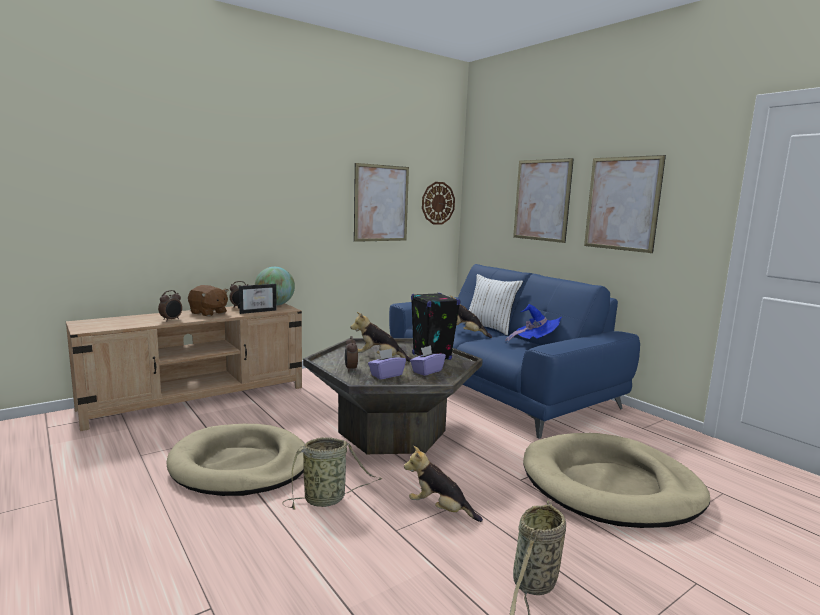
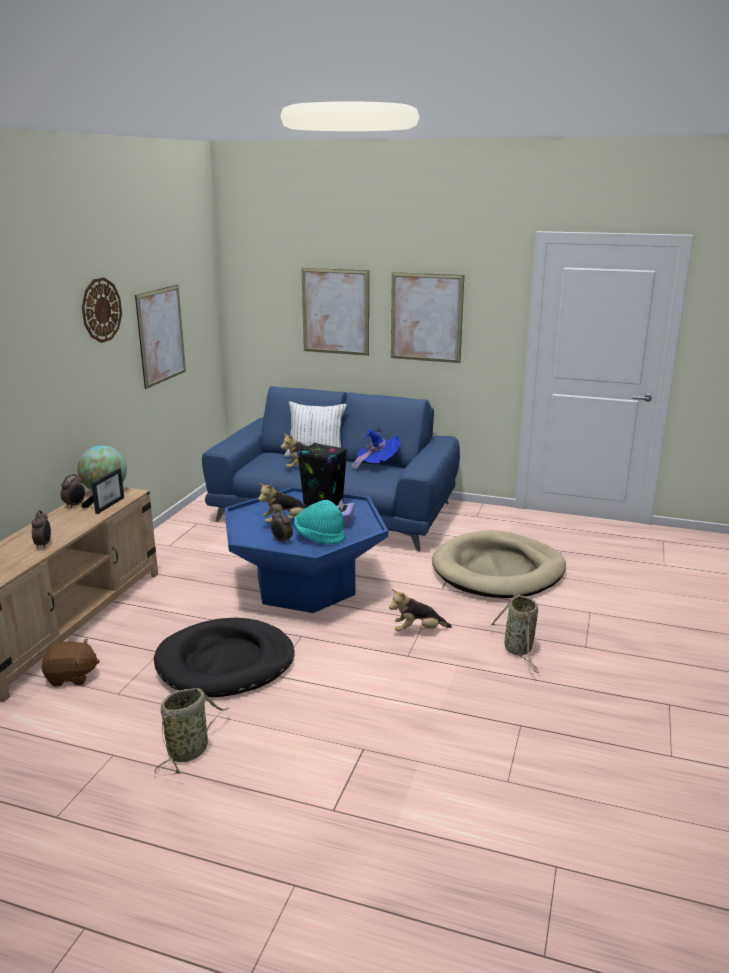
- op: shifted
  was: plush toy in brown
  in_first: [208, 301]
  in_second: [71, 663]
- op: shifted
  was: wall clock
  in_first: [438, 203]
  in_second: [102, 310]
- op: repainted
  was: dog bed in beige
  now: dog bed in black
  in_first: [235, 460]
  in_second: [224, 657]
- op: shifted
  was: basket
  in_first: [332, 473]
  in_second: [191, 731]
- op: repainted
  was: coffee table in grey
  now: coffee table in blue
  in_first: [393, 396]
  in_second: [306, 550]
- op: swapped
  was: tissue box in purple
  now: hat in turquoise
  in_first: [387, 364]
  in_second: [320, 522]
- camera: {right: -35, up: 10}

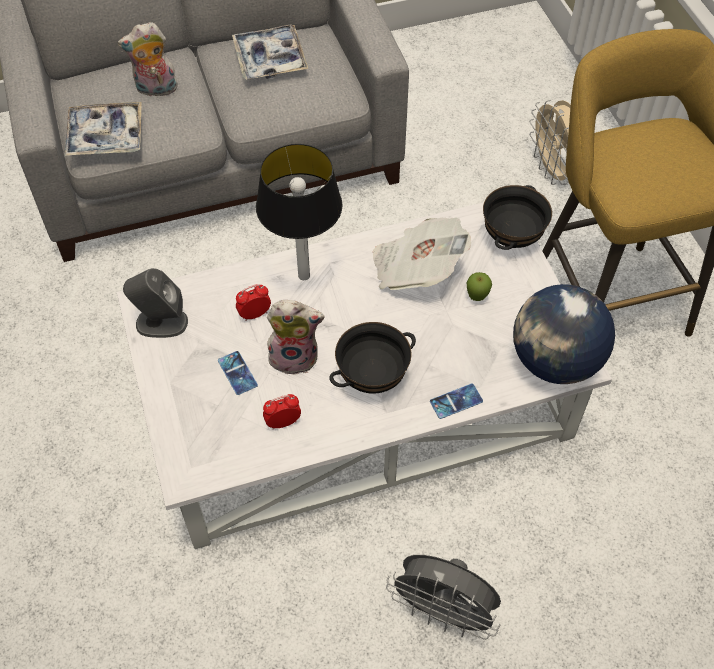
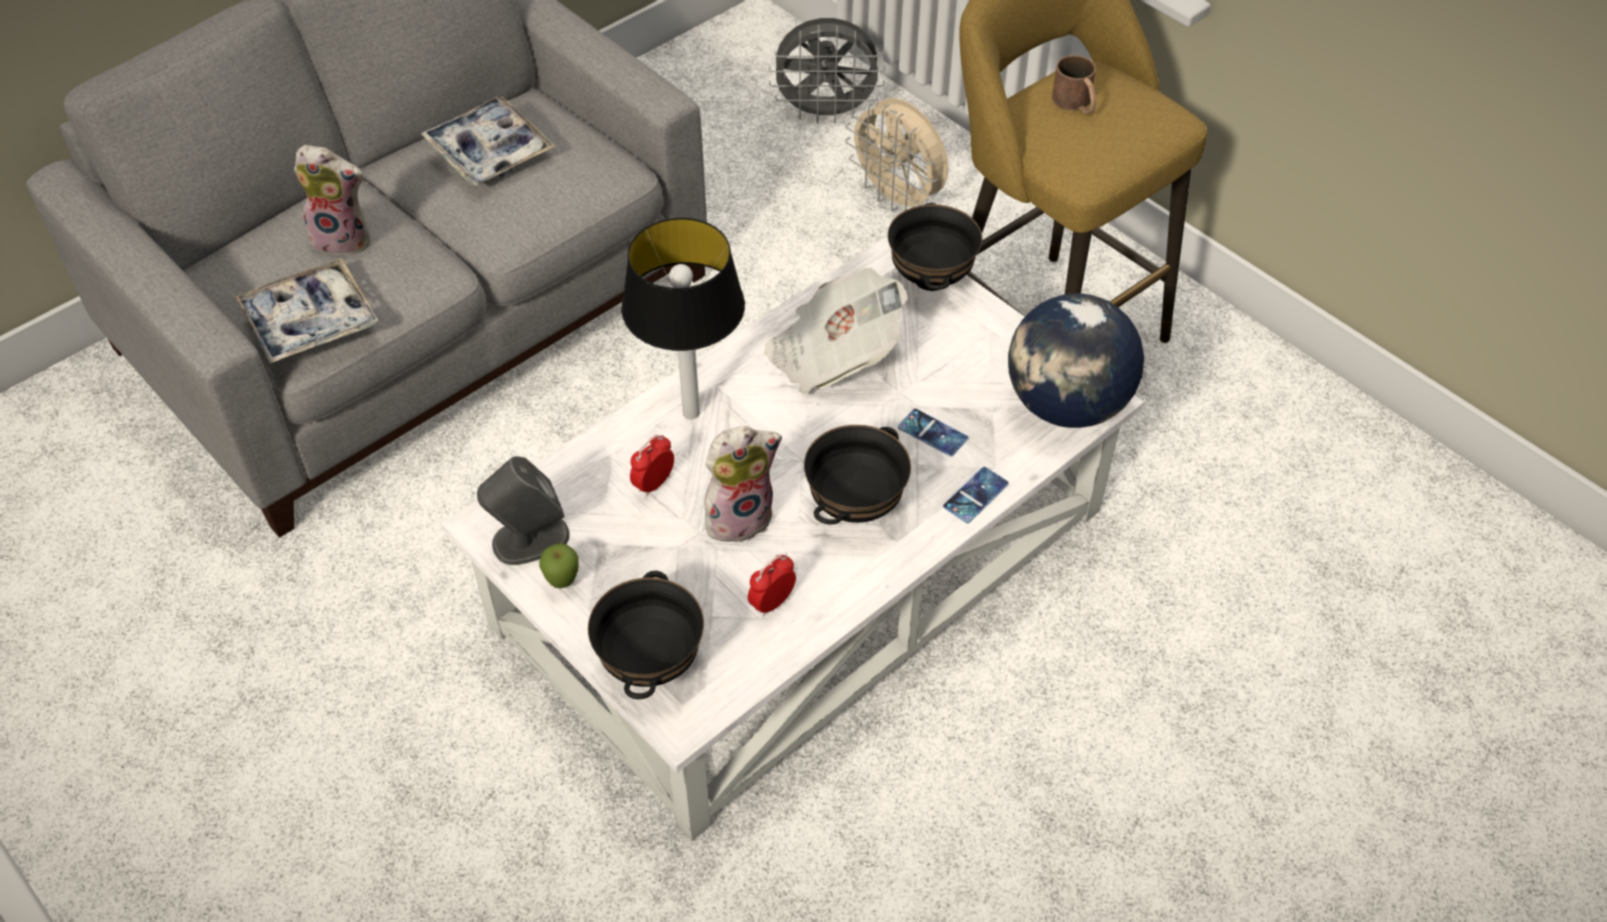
- op: rotated
  was: plush toy
  in_first: [147, 59]
  in_second: [332, 200]
  clockwise: -135
- op: shifted
  was: apple
  in_first: [479, 286]
  in_second: [559, 565]
- op: new
  now: bowl in black
  in_second: [646, 635]
- op: shifted
  was: fan in grey
  in_first: [443, 597]
  in_second: [827, 71]
- op: shifted
  was: phone
  in_first: [238, 373]
  in_second: [933, 432]
- op: new
  now: mug in brown
  in_second: [1074, 84]
- camera: {right: -25, up: -5}

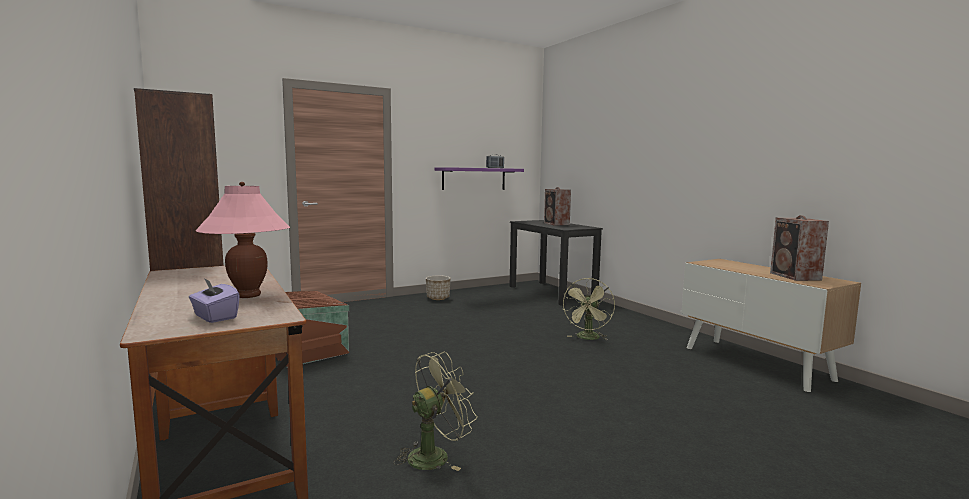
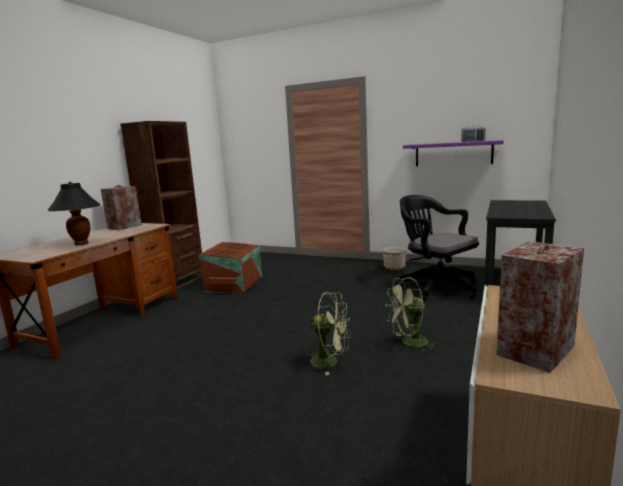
- op: repainted
  was: table lamp in pink
  now: table lamp in black
  in_first: [243, 240]
  in_second: [74, 213]
- op: shifted
  was: speaker
  in_first: [557, 206]
  in_second: [121, 207]
- op: shifted
  was: fan in green
  in_first: [435, 411]
  in_second: [328, 333]
- op: new
  now: office chair in black
  in_second: [439, 247]
- op: gone
  was: tissue box in purple
  in_first: [214, 300]
- camera: {right: 55, up: 5}

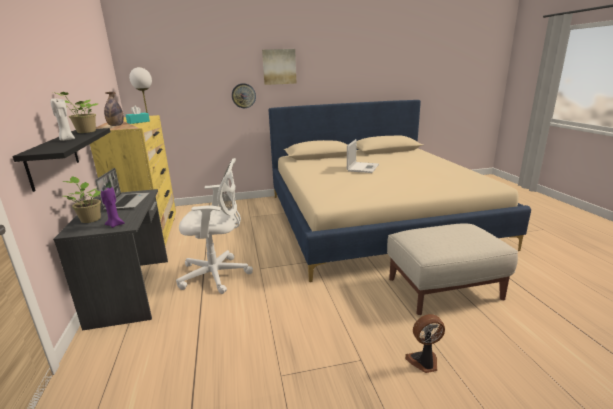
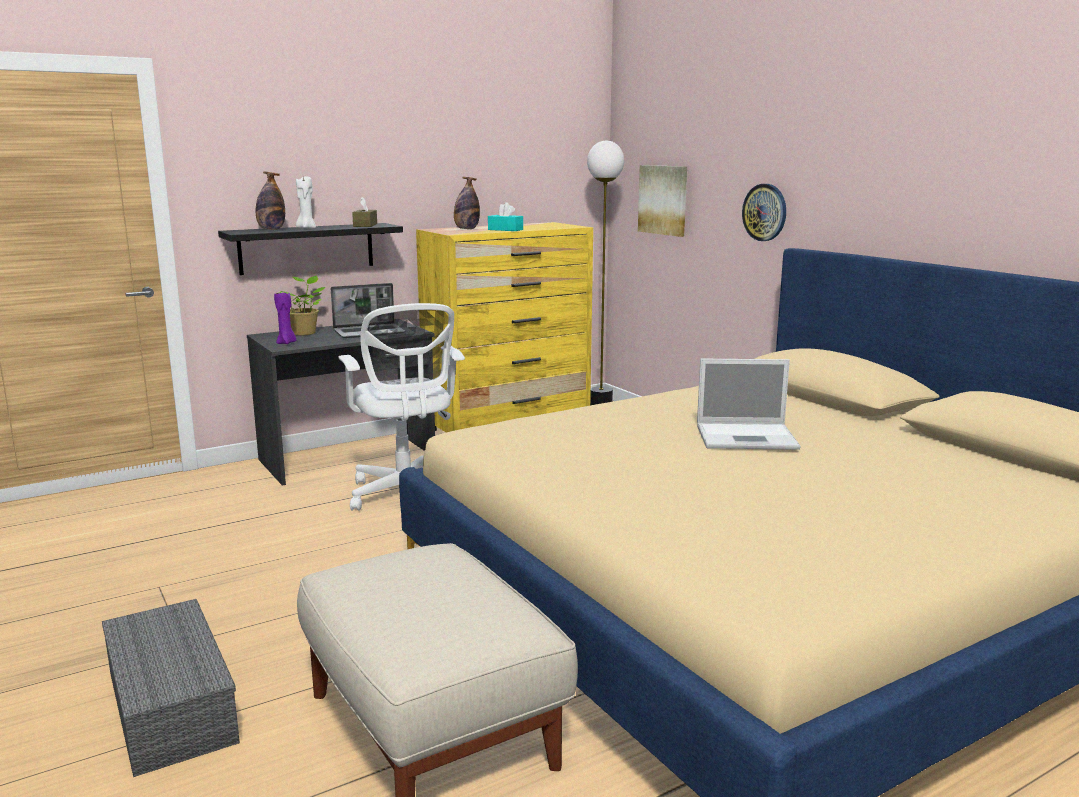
- op: swapped
  was: fan
  now: storage box in grey
  in_first: [425, 343]
  in_second: [171, 688]
- op: new
  now: bottle
  in_second: [270, 200]
- op: swapped
  was: potted plant
  now: tissue box in brown
  in_first: [76, 112]
  in_second: [364, 212]
- op: shifted
  was: picture
  in_first: [279, 67]
  in_second: [662, 201]
- camera: {right: 70, up: -5}

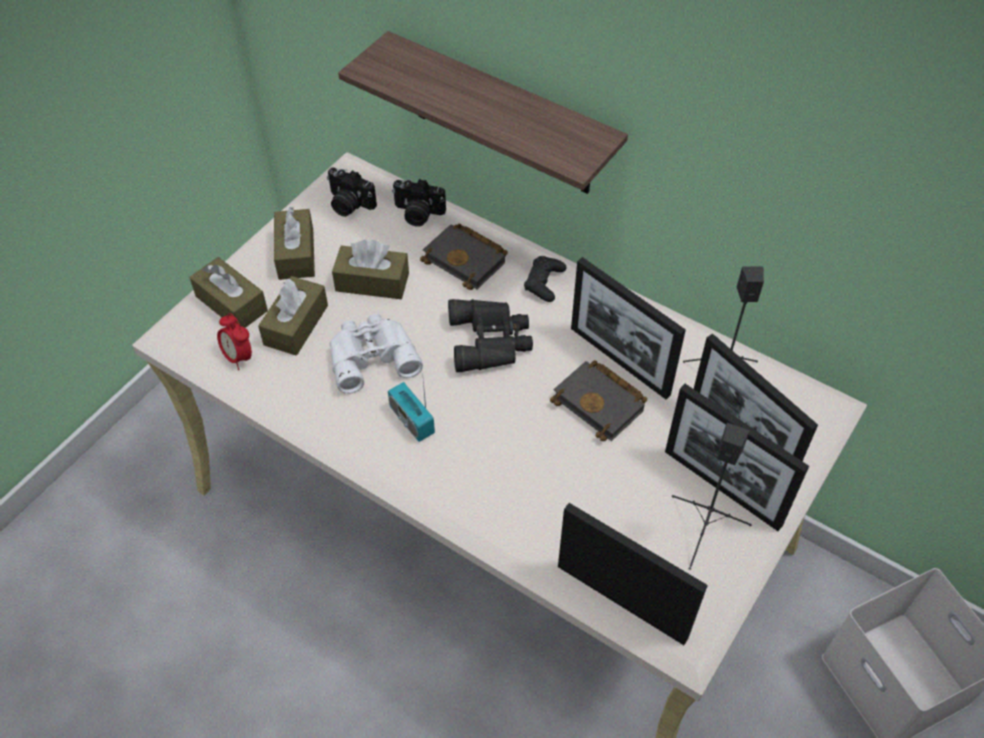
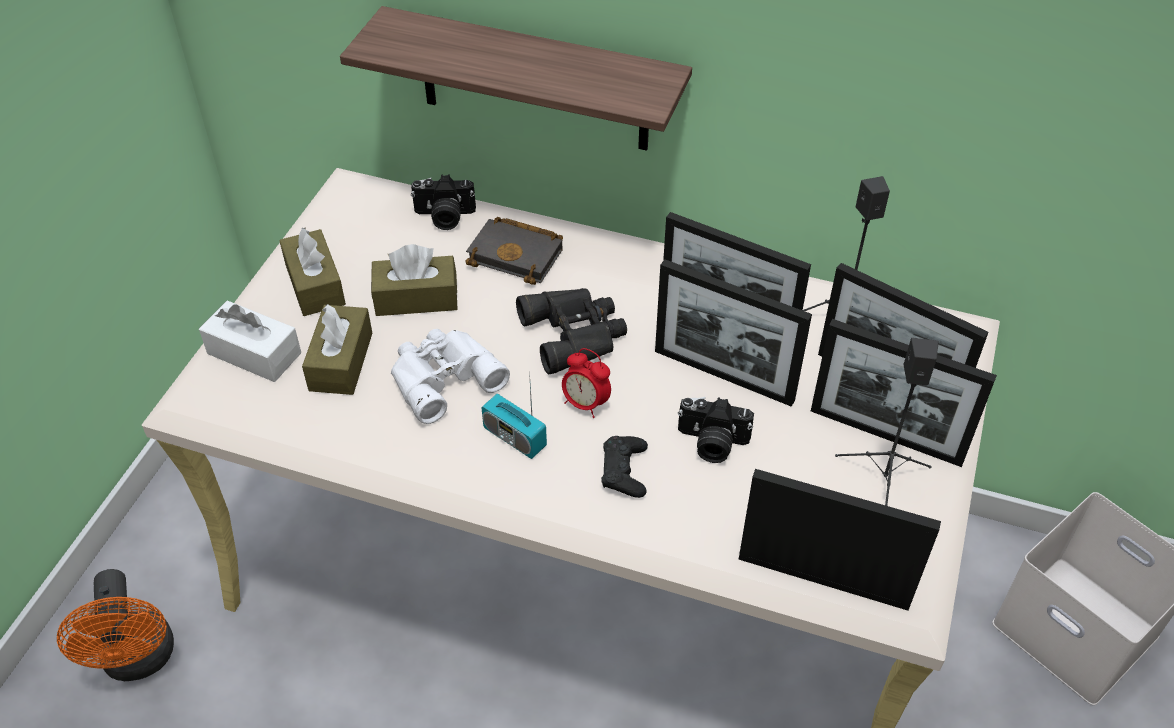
- op: new
  now: fan in orange
  in_second: [115, 625]
- op: repainted
  was: tissue box in brown
  now: tissue box in white
  in_first: [228, 292]
  in_second: [250, 341]
- op: shifted
  was: alarm clock
  in_first: [234, 341]
  in_second: [586, 383]
- op: shifted
  was: game controller in black
  in_first: [545, 279]
  in_second: [624, 467]
- op: swapped
  was: book in black
  now: picture frame
  in_first: [598, 400]
  in_second: [733, 333]
- op: shifted
  was: photo camera
  in_first: [352, 192]
  in_second: [716, 430]
- camera: {right: -15, up: -5}

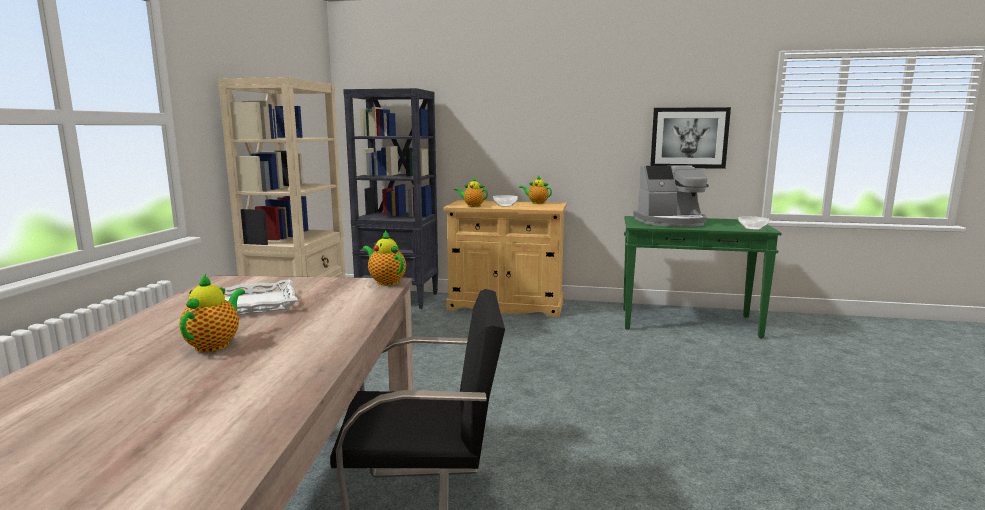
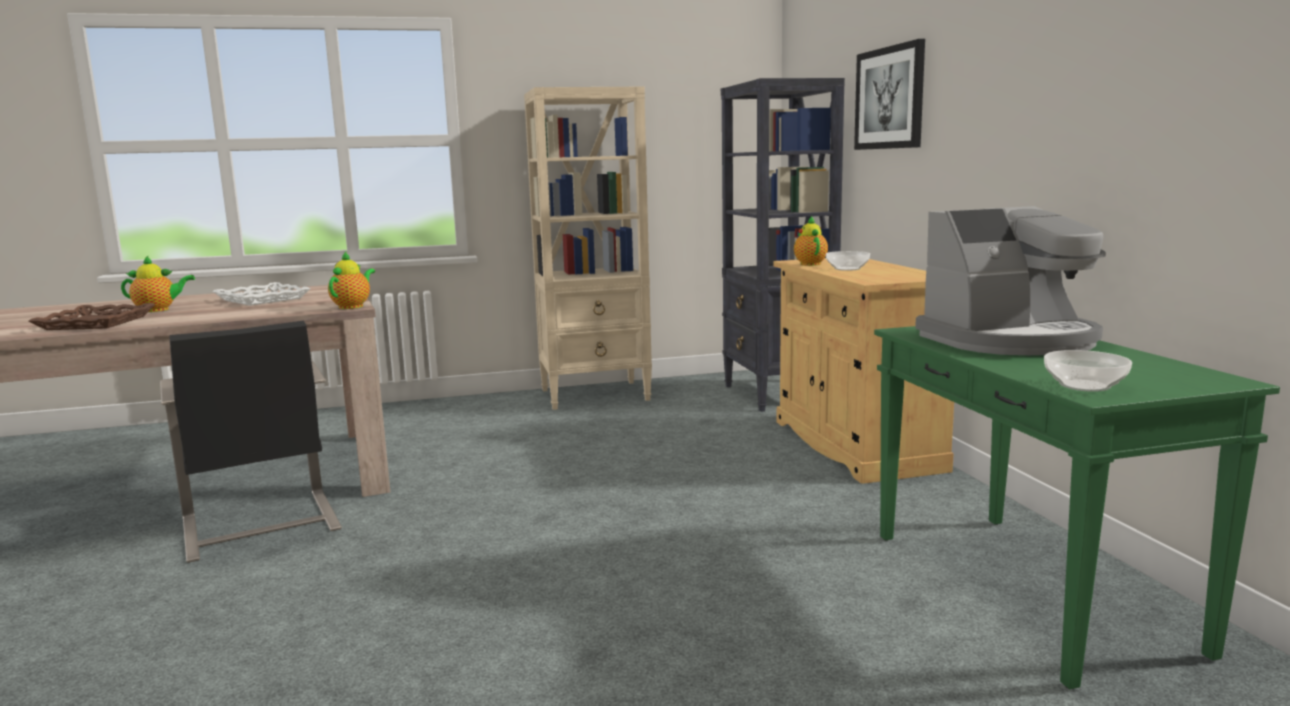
- op: new
  now: tray in brown
  in_second: [92, 316]
- op: shifted
  was: picture
  in_first: [690, 138]
  in_second: [889, 94]
- op: rotated
  was: coffee machine
  in_first: [671, 196]
  in_second: [1010, 280]
  clockwise: -75
- op: gone
  was: teapot
  in_first: [535, 189]
- camera: {right: 65, up: 0}

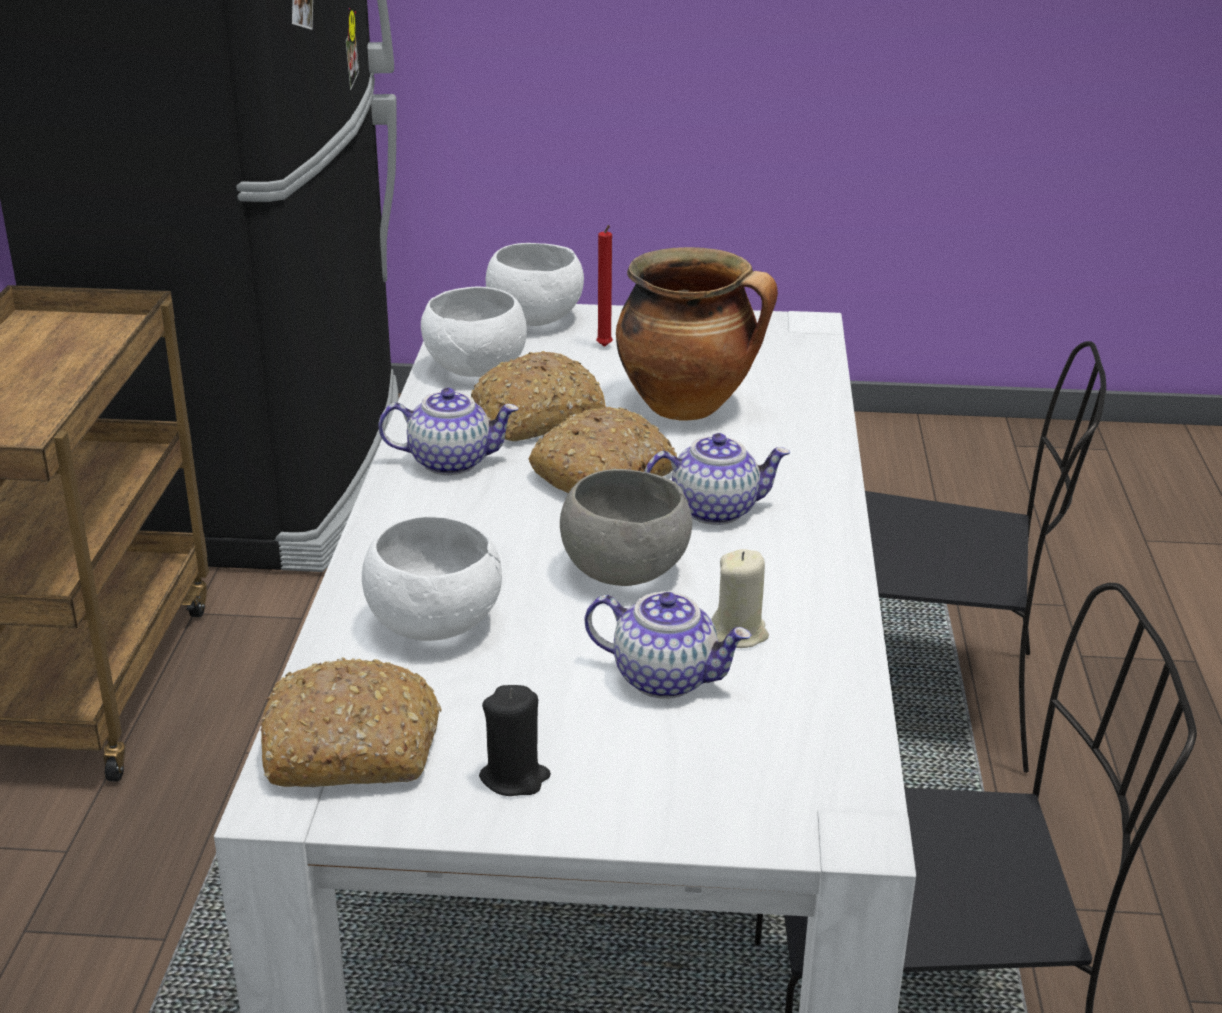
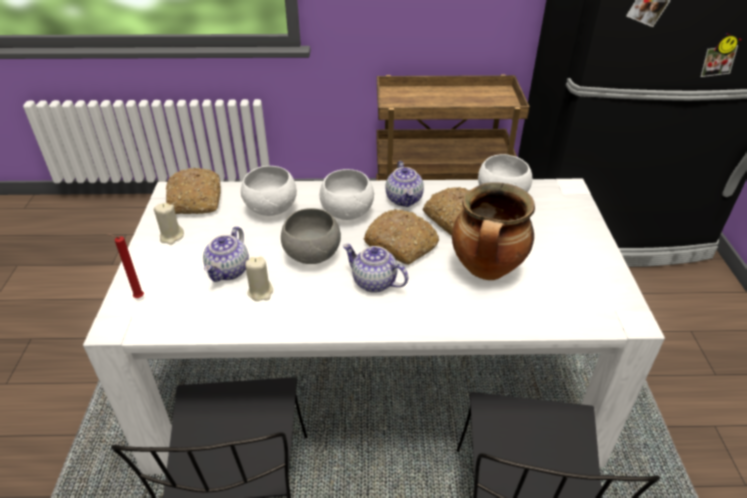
- op: shifted
  was: candle in red
  in_first: [604, 286]
  in_second: [125, 266]
- op: repainted
  was: candle in black
  now: candle in beige
  in_first: [515, 740]
  in_second: [169, 224]
- op: shifted
  was: bowl in white
  in_first: [535, 284]
  in_second: [347, 194]
- op: rotated
  was: teapot
  in_first: [717, 479]
  in_second: [375, 268]
  clockwise: 135
- camera: {right: 85, up: 10}

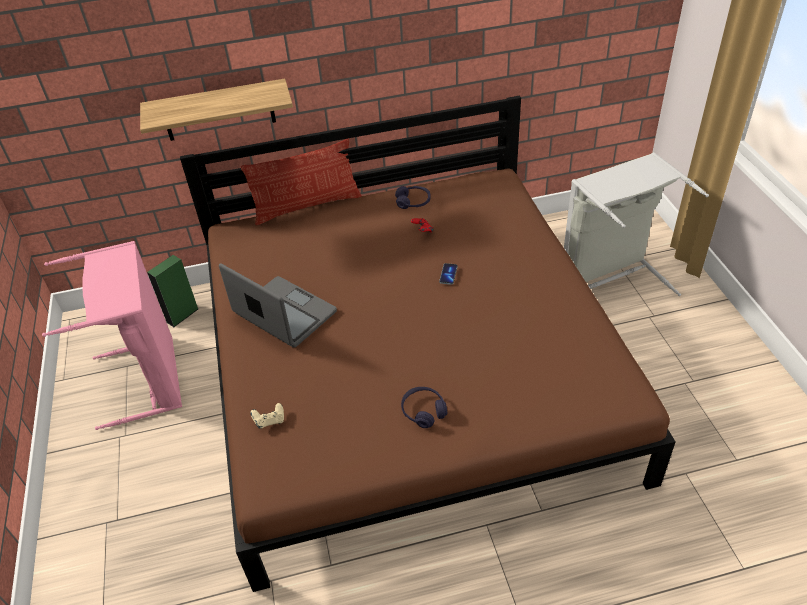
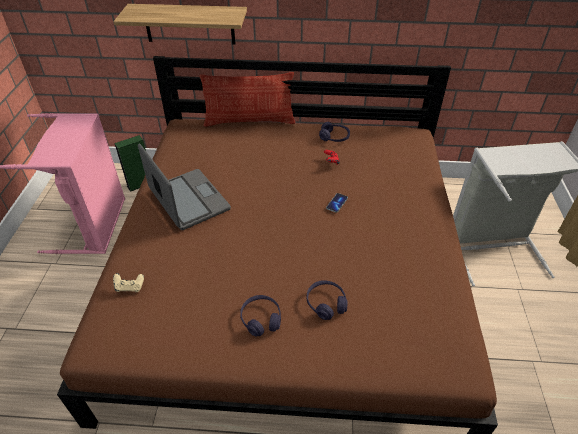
- op: new
  now: headphones in purple
  in_second: [327, 300]
- camera: {right: 15, up: 0}

